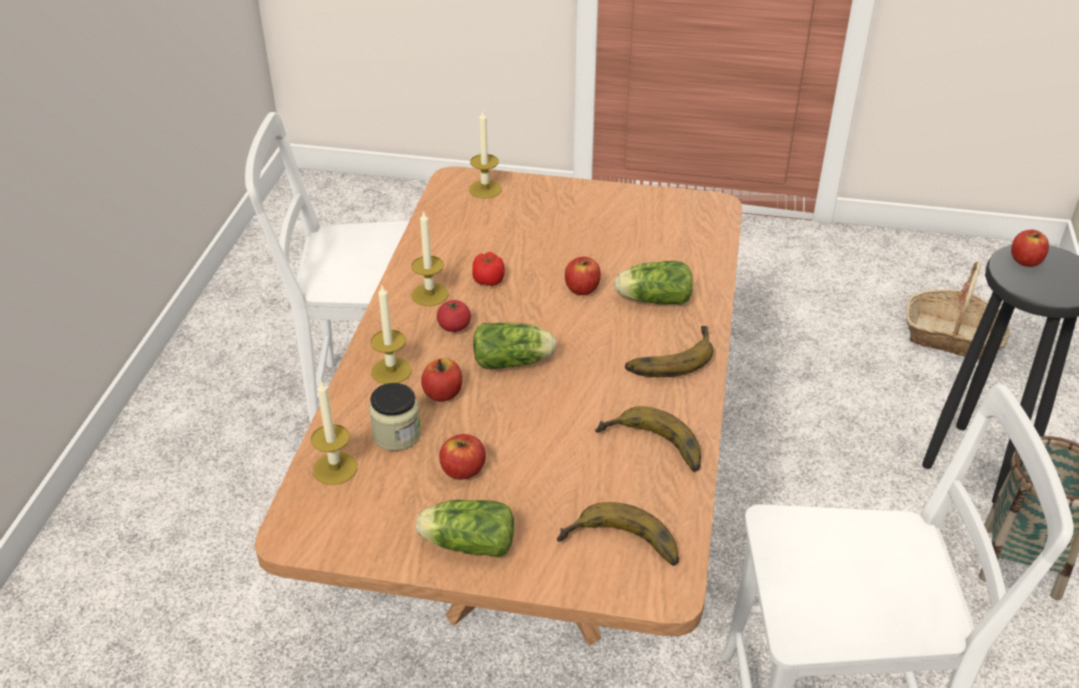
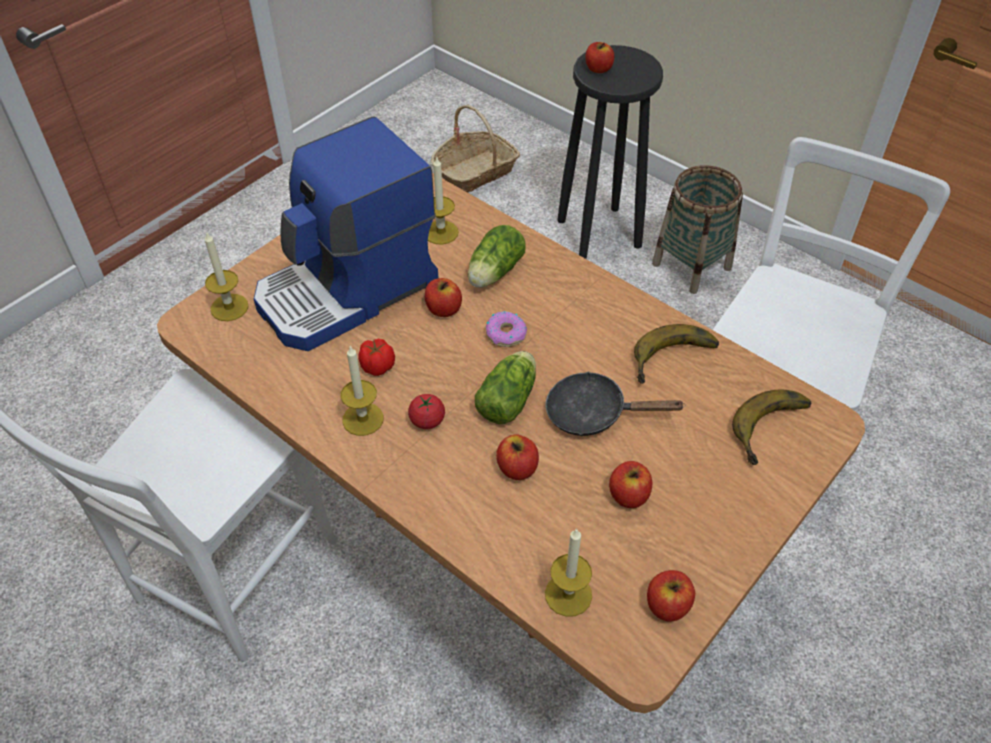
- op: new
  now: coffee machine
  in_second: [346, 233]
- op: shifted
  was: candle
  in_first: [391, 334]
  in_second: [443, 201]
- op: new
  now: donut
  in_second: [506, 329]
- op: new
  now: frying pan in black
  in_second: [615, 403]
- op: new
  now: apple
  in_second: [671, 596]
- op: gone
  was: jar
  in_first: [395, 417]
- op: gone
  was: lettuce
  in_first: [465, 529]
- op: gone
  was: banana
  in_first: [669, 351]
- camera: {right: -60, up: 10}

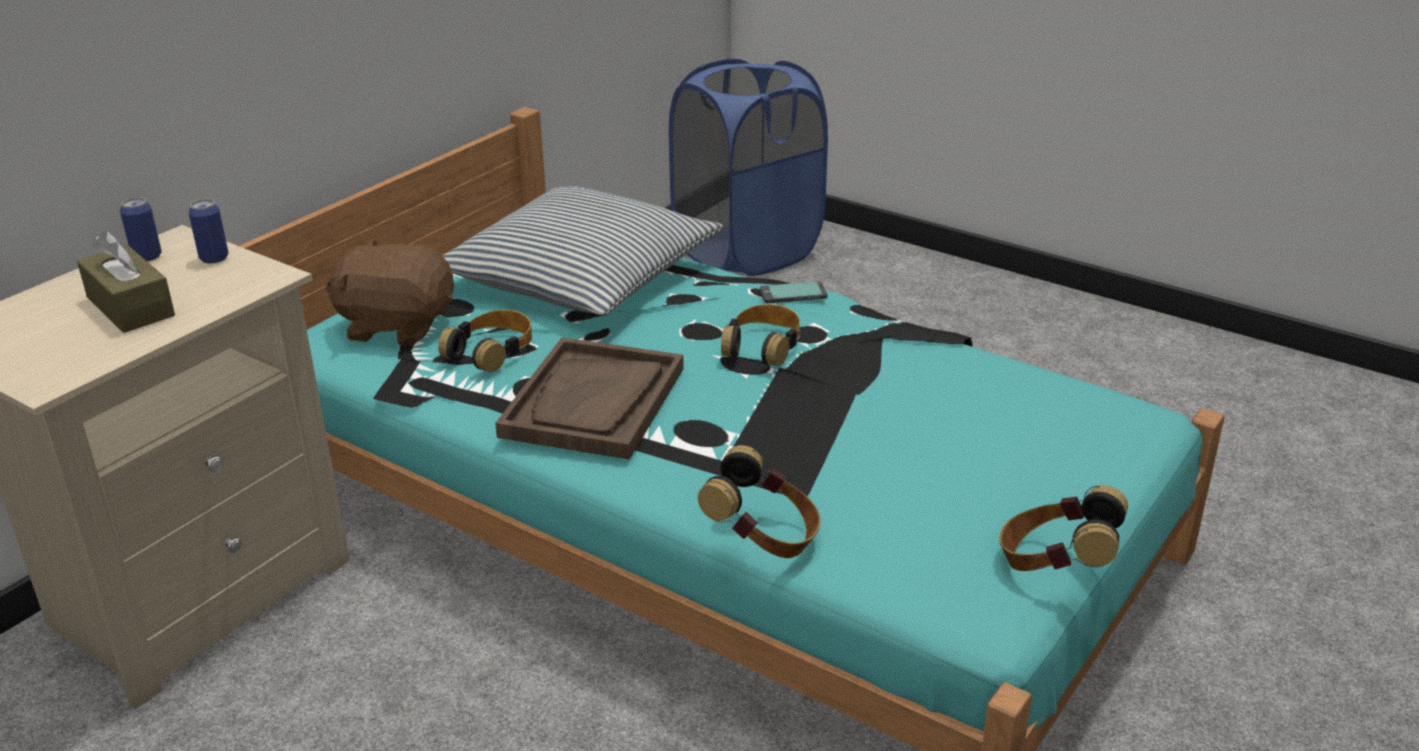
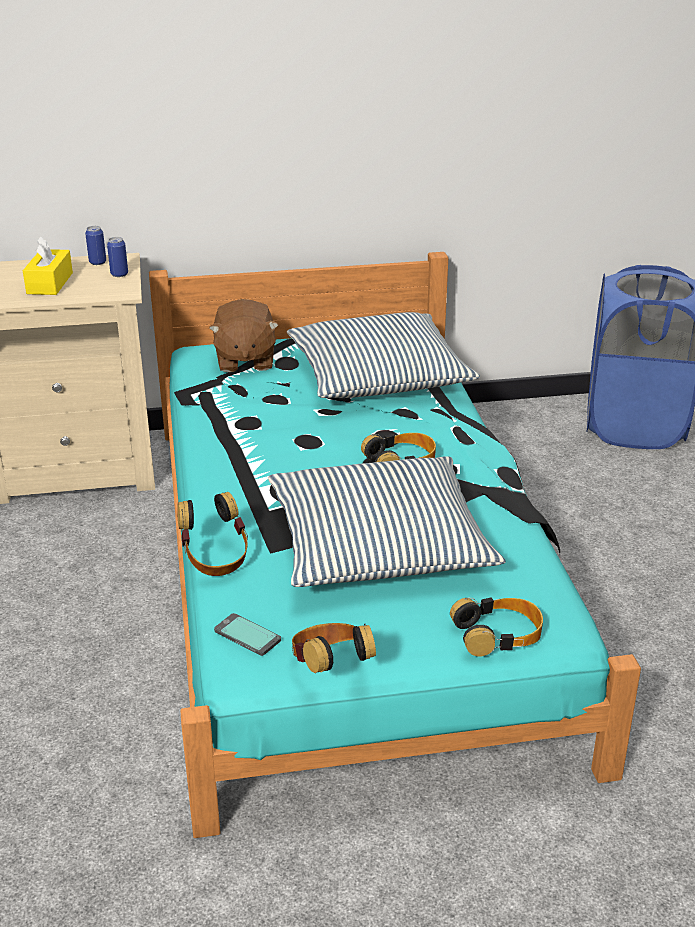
- op: repainted
  was: tissue box in brown
  now: tissue box in yellow
  in_first: [126, 282]
  in_second: [48, 265]
- op: rotated
  was: plush toy in brown
  in_first: [390, 292]
  in_second: [244, 335]
  clockwise: -150
- op: shifted
  was: phone
  in_first: [794, 292]
  in_second: [247, 634]
- op: new
  now: pillow
  in_second: [387, 521]
- op: shifted
  was: headphones
  in_first: [485, 341]
  in_second: [496, 627]
- op: gone
  was: tray in brown
  in_first: [589, 398]
- camera: {right: 45, up: 0}

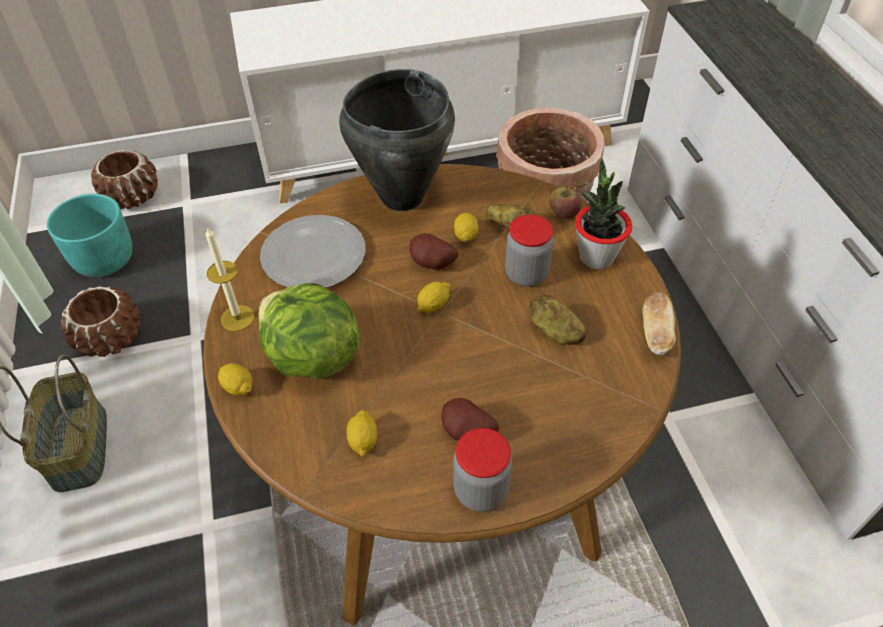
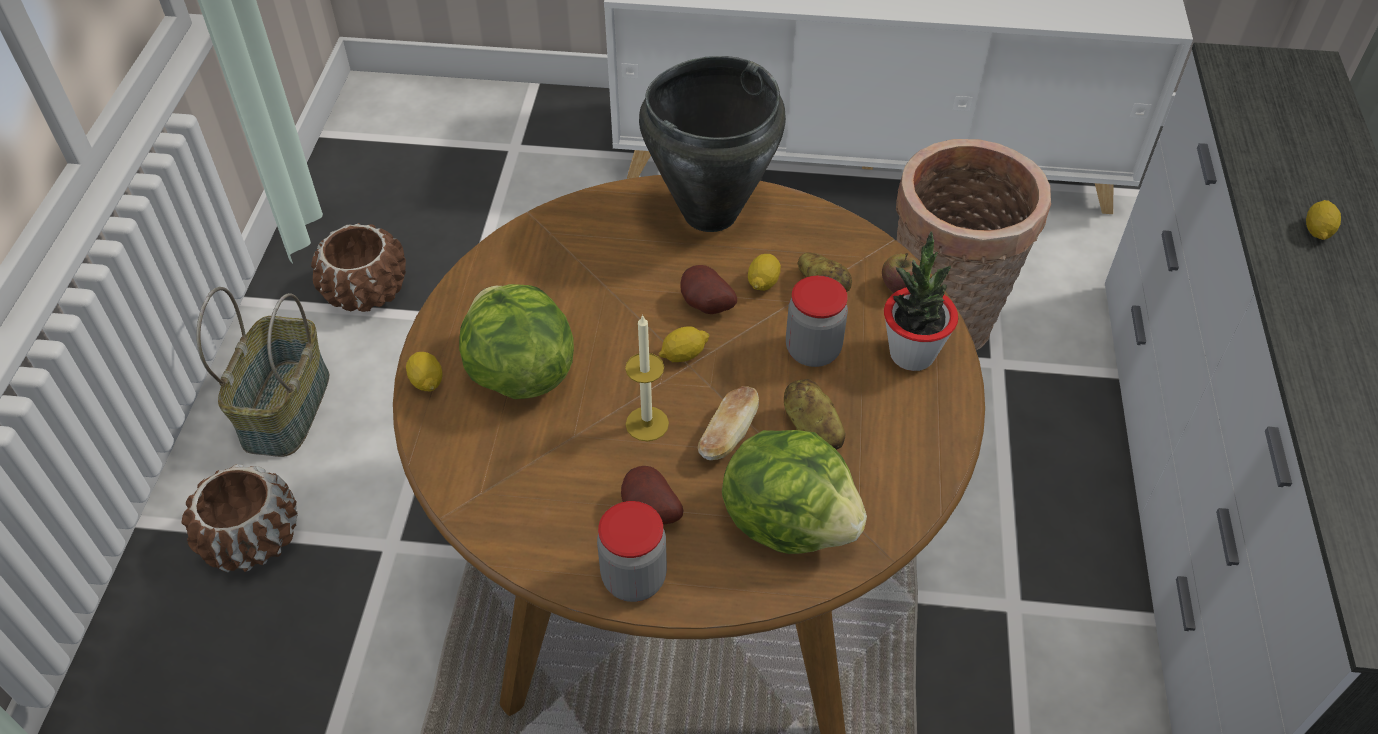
- op: shifted
  was: planter in brown
  in_first: [124, 179]
  in_second: [239, 518]
- op: shifted
  was: candle
  in_first: [229, 279]
  in_second: [647, 377]
- op: shifted
  was: bread
  in_first: [659, 324]
  in_second: [728, 423]
- op: new
  now: lettuce
  in_second: [794, 492]
- op: shifted
  was: lemon
  in_first: [361, 433]
  in_second: [1323, 220]
- op: gone
  was: planter in turquoise
  in_first: [90, 235]
- op: gone
  was: plate
  in_first: [312, 251]
- camera: {right: 20, up: 0}

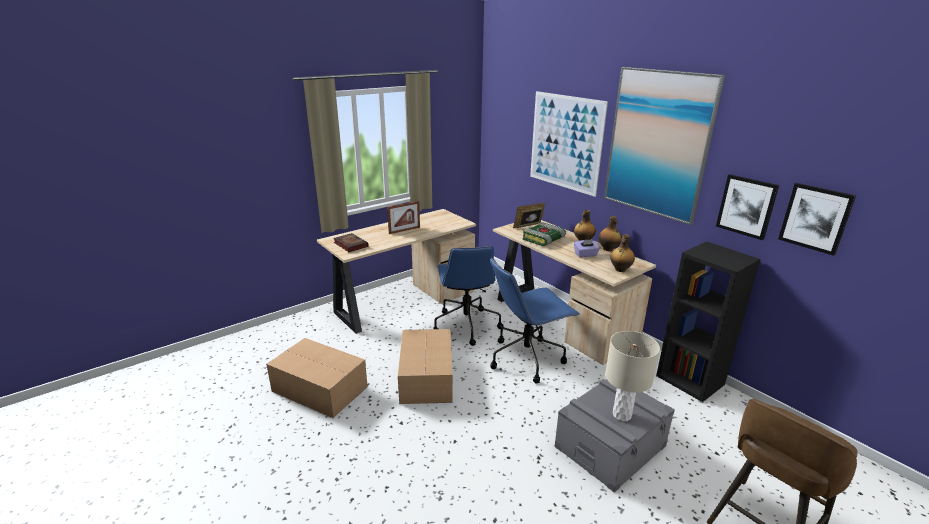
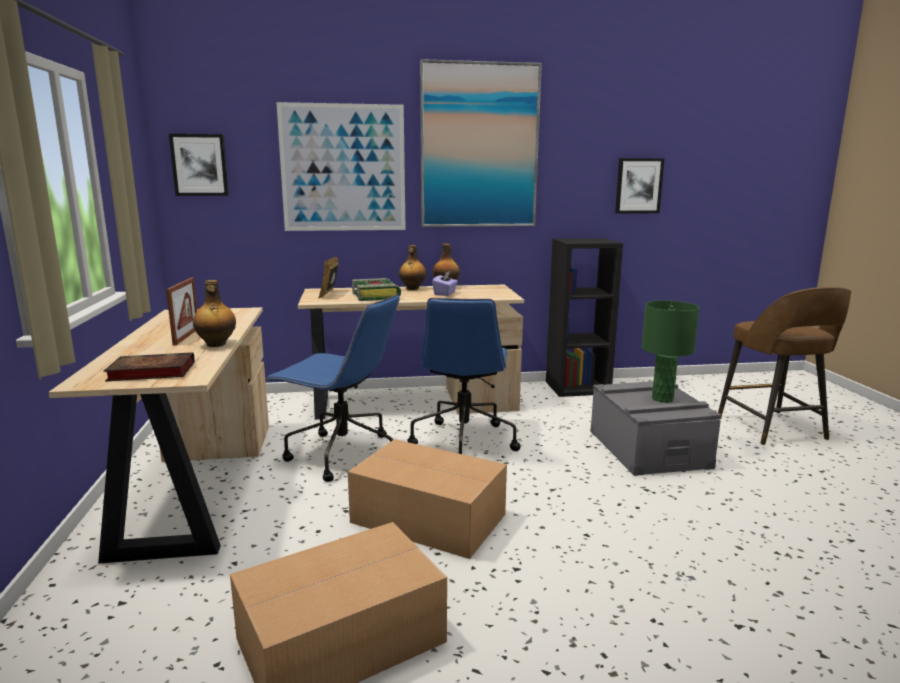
- op: shifted
  was: picture
  in_first: [747, 207]
  in_second: [199, 165]
- op: shifted
  was: bottle
  in_first: [622, 253]
  in_second: [214, 313]
- op: repainted
  was: table lamp in beige
  now: table lamp in green
  in_first: [632, 376]
  in_second: [670, 351]
- camera: {right: -60, up: -10}

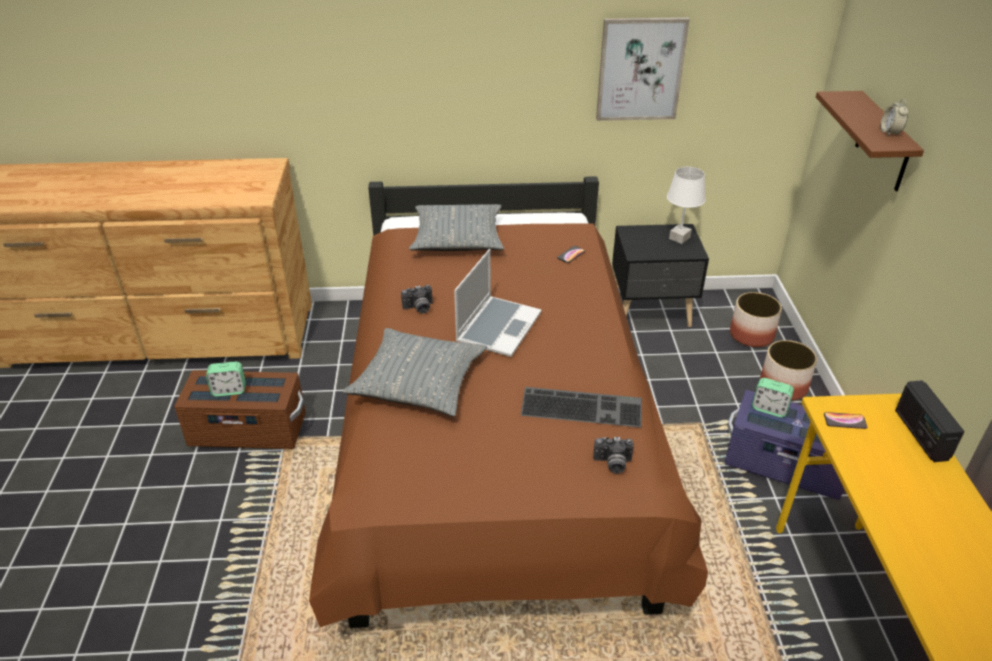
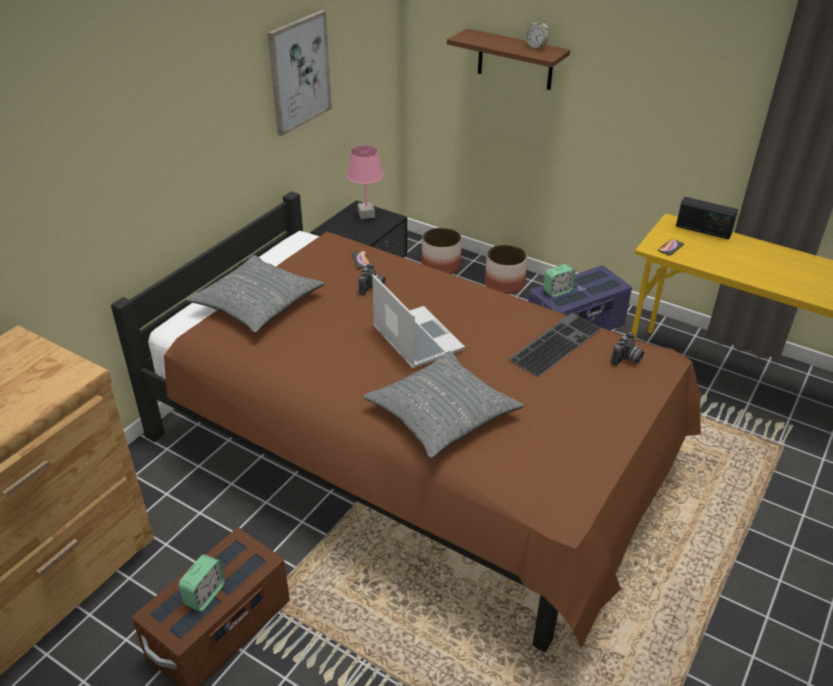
- op: repainted
  was: table lamp in white
  now: table lamp in pink
  in_first: [686, 205]
  in_second: [365, 182]
- op: shifted
  was: photo camera
  in_first: [417, 299]
  in_second: [372, 279]
- camera: {right: -55, up: 0}

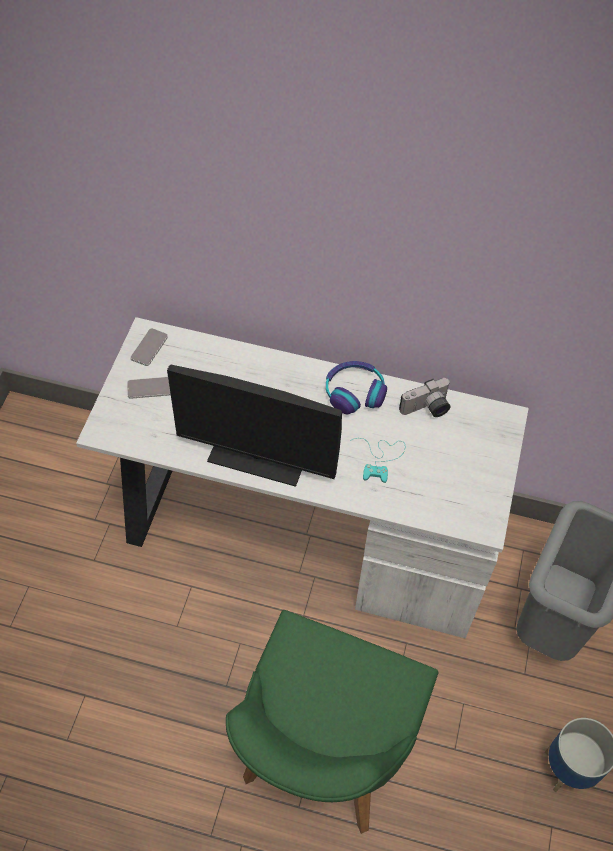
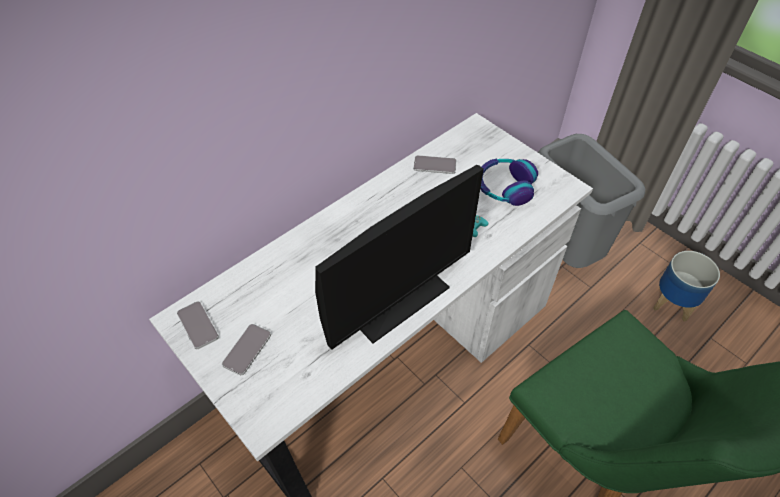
- op: swapped
  was: photo camera
  now: phone
  in_first: [425, 397]
  in_second: [435, 164]
- op: shifted
  was: headphones
  in_first: [356, 387]
  in_second: [509, 182]
- camera: {right: -55, up: -5}

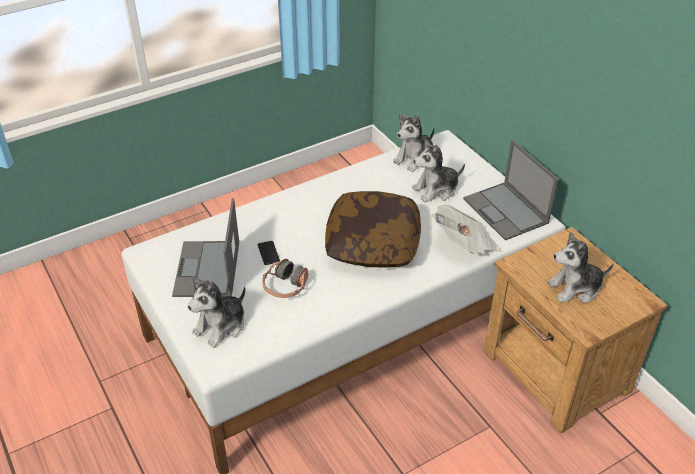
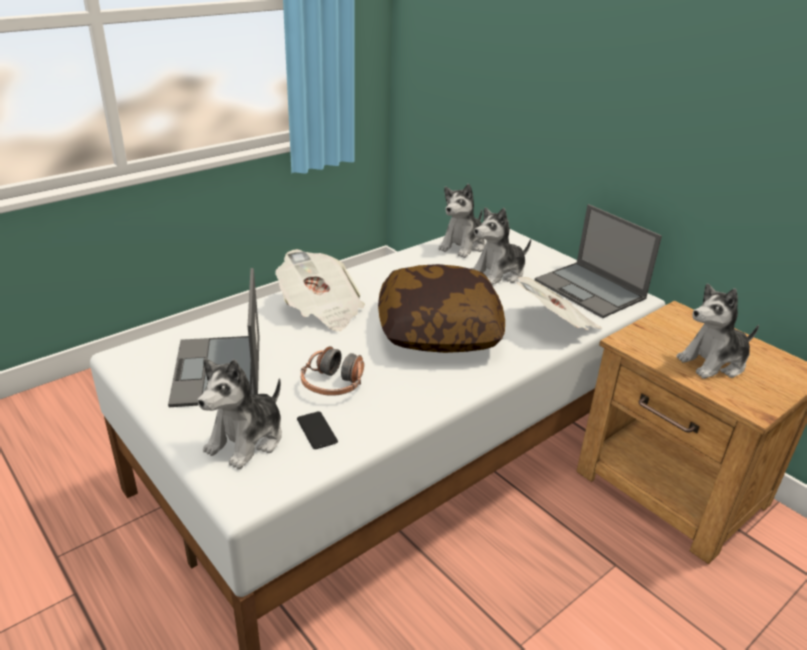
- op: new
  now: newspaper
  in_second: [320, 290]
- op: shifted
  was: phone
  in_first: [269, 253]
  in_second: [317, 430]
- camera: {right: -10, up: -10}

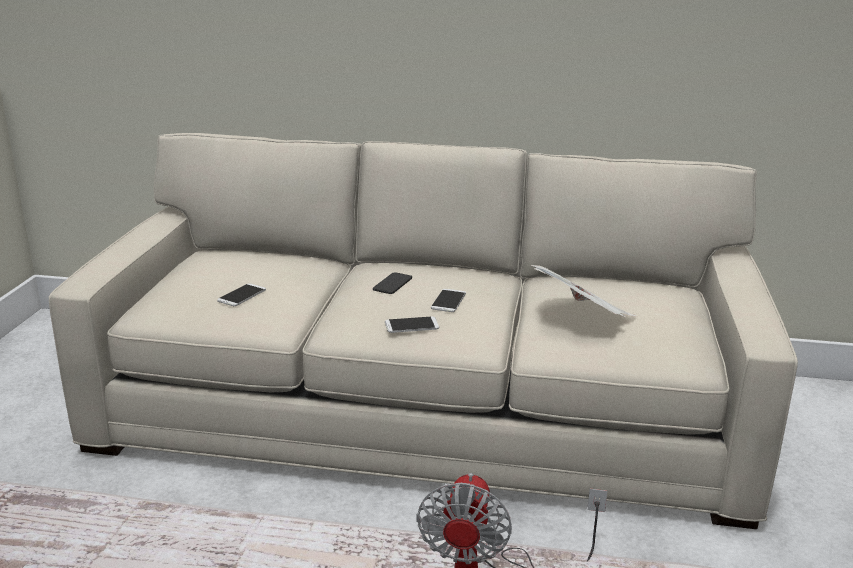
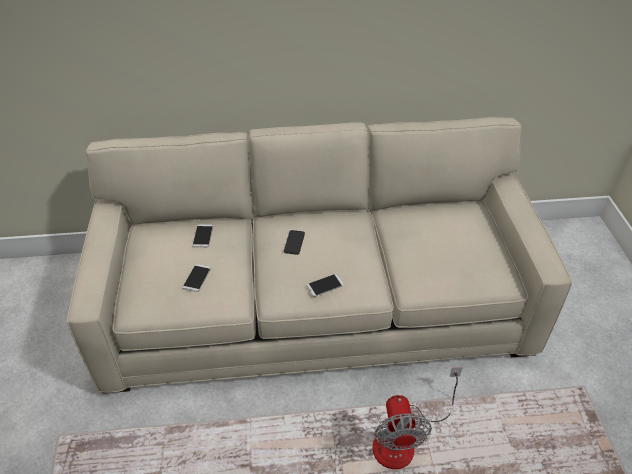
- op: shifted
  was: phone
  in_first: [448, 300]
  in_second: [202, 235]
- op: gone
  was: newspaper
  in_first: [584, 291]
- camera: {right: -15, up: 20}

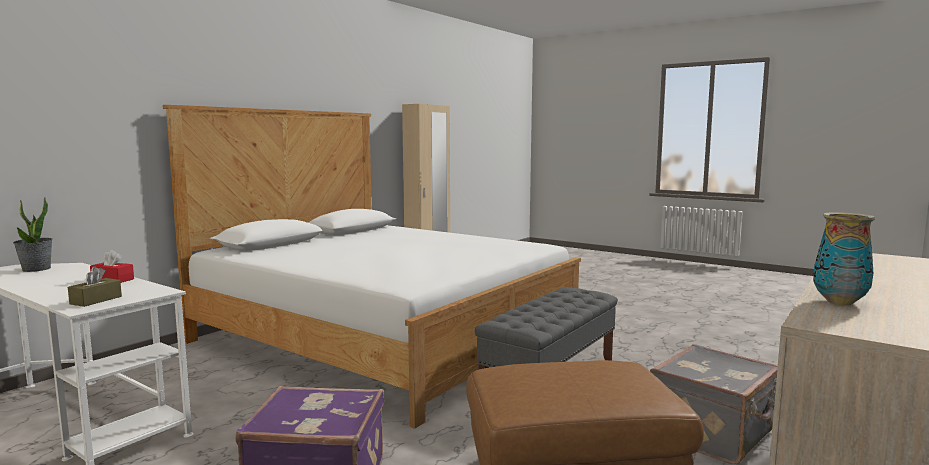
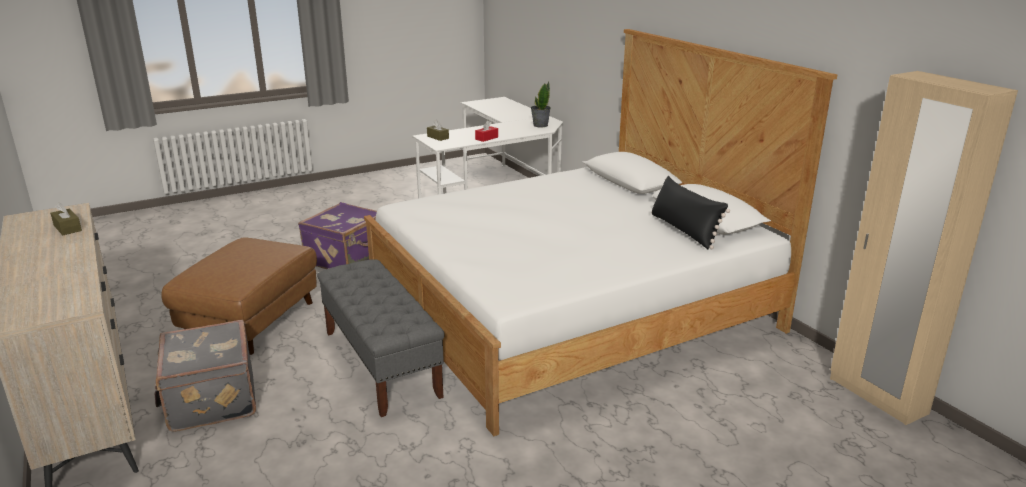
- op: swapped
  was: vase
  now: tissue box in brown
  in_first: [844, 258]
  in_second: [66, 218]
- op: new
  now: pillow in black
  in_second: [690, 212]
- camera: {right: 115, up: 15}

